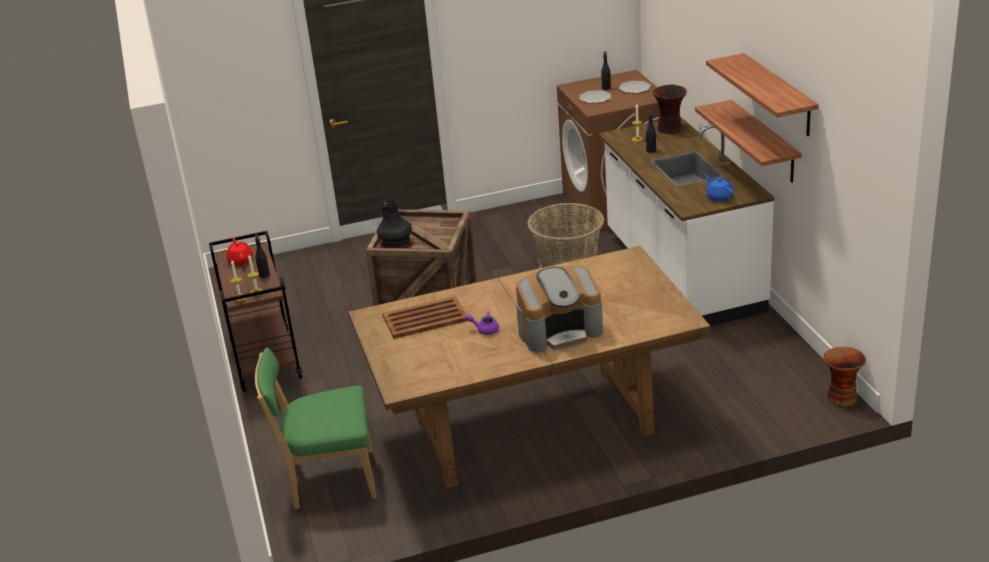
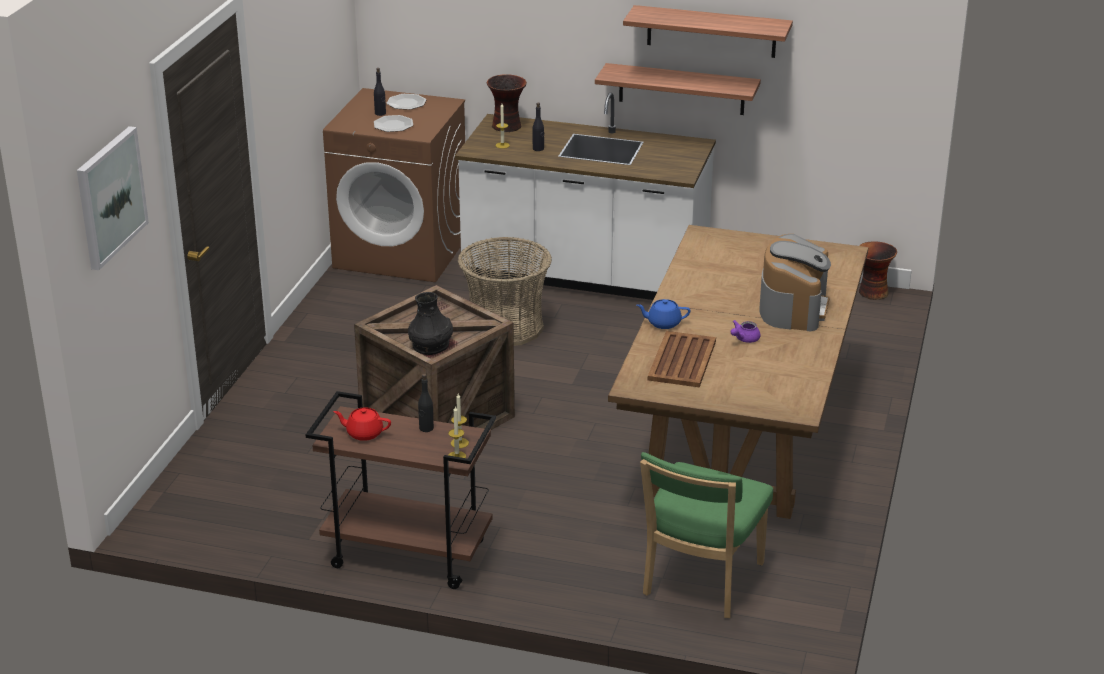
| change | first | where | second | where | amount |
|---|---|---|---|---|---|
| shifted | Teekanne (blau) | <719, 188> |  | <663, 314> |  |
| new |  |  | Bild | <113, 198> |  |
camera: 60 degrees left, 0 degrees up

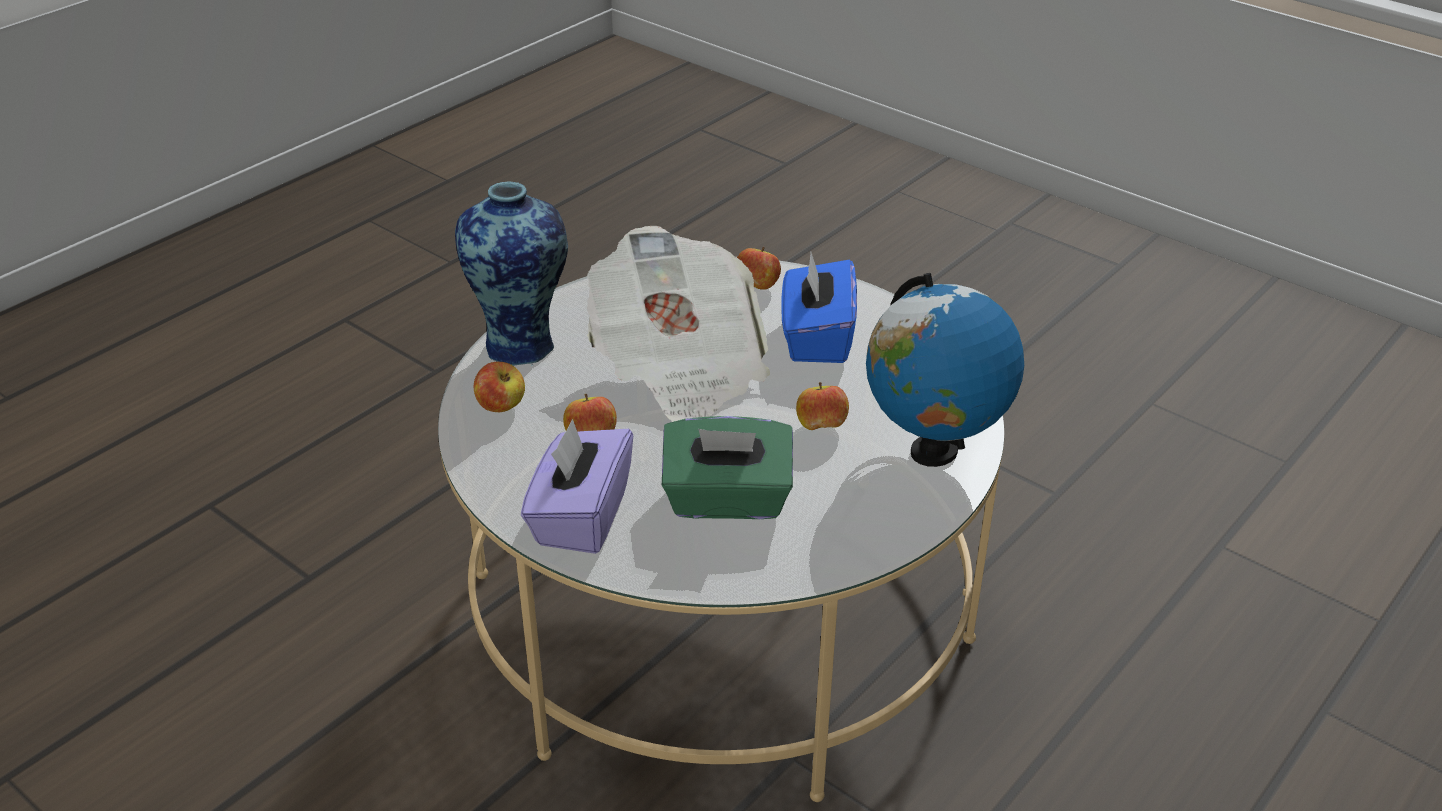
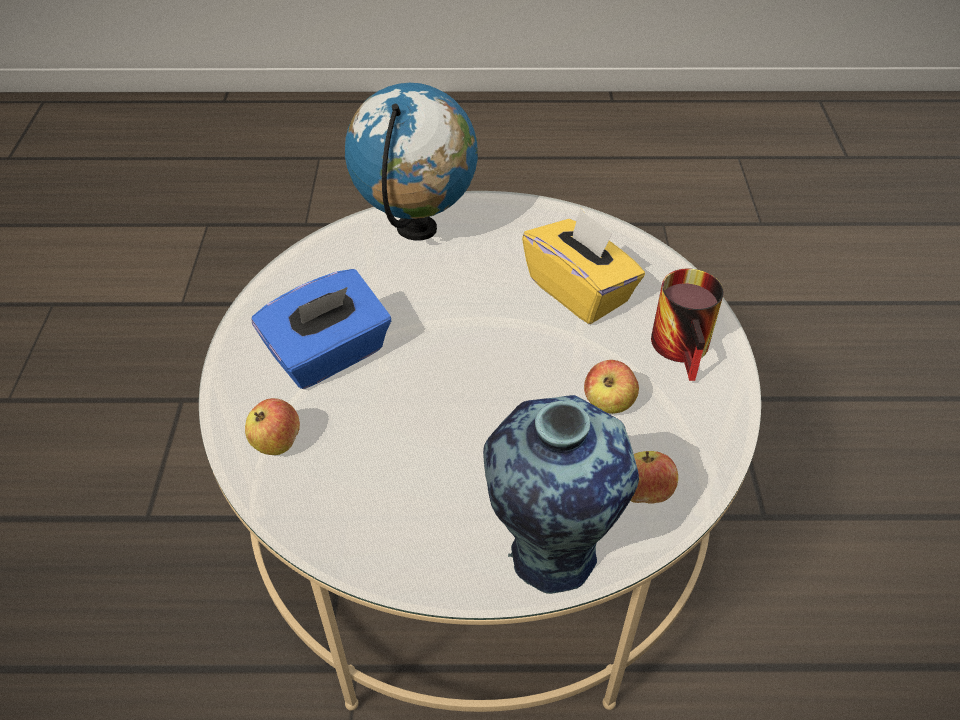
| change | first | where | second | where | amount |
|---|---|---|---|---|---|
| swapped | Taschentuchbox (lila) | <577, 486> | Henkelbecher | <687, 325> |  |
| gone | Zeitung | <678, 324> |  |  |  |
| repainted | Taschentuchbox (grün) | <727, 467> | Taschentuchbox (gelb) | <583, 266> |  |
| gone | Apfel | <822, 406> |  |  |  |
camera: 130 degrees left, 10 degrees up

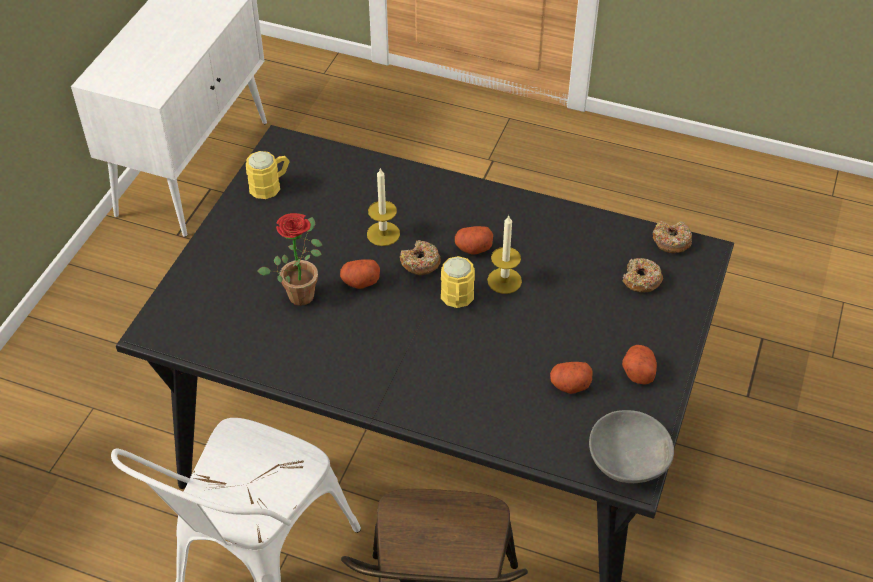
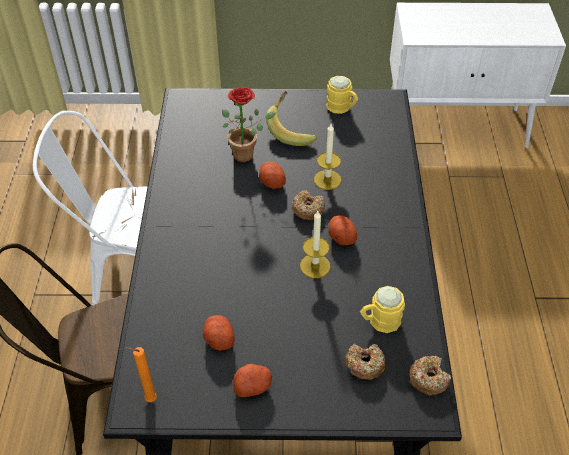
| change | first | where | second | where | amount |
|---|---|---|---|---|---|
| shifted | Henkelbecher (gelb) | <458, 282> |  | <382, 309> |  |
| swapped | Schüssel (grau) | <631, 446> | Kerze (orange) | <141, 374> |  |
| new |  |  | Banane | <291, 118> |  |
camera: 70 degrees right, 0 degrees up

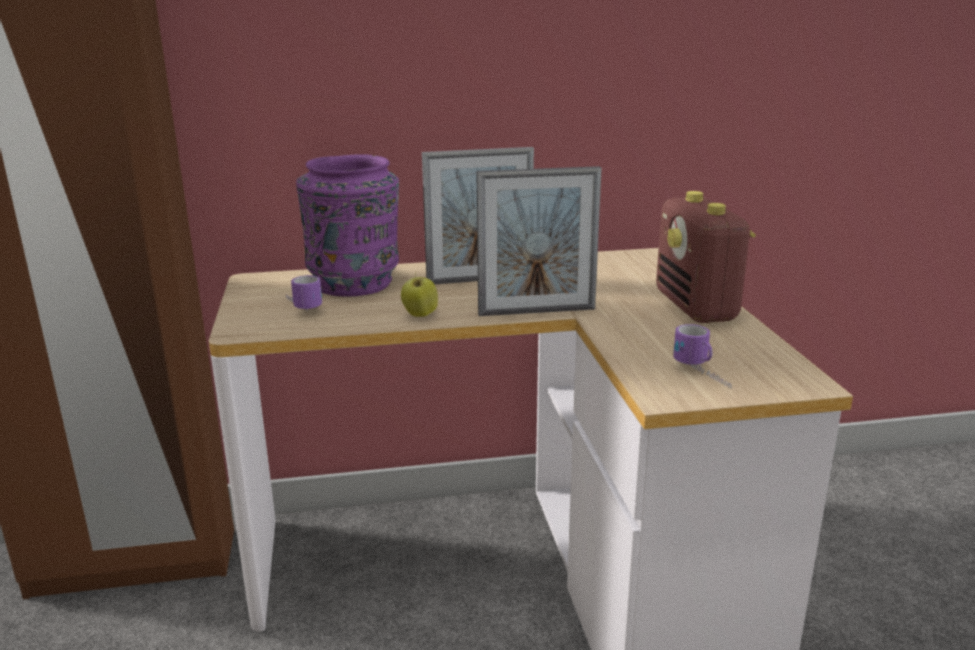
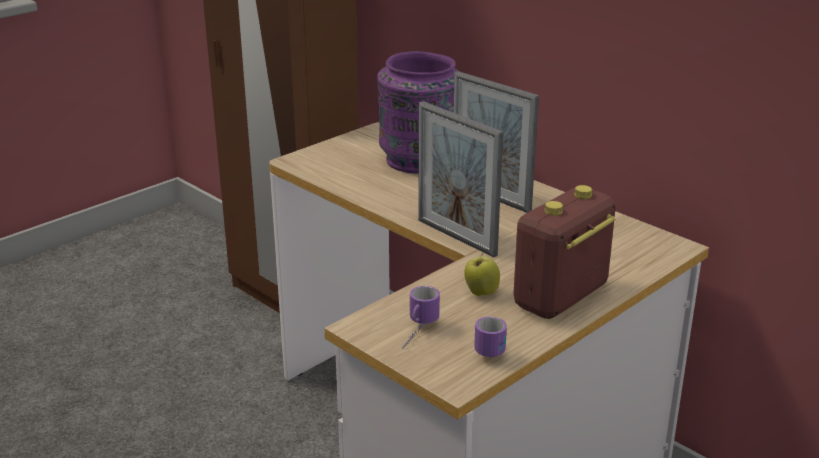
| change | first | where | second | where | amount |
|---|---|---|---|---|---|
| shifted | Henkelbecher | <304, 293> |  | <490, 337> |  |
| shifted | Apfel | <419, 294> |  | <482, 274> |  |
camera: 55 degrees right, 5 degrees up

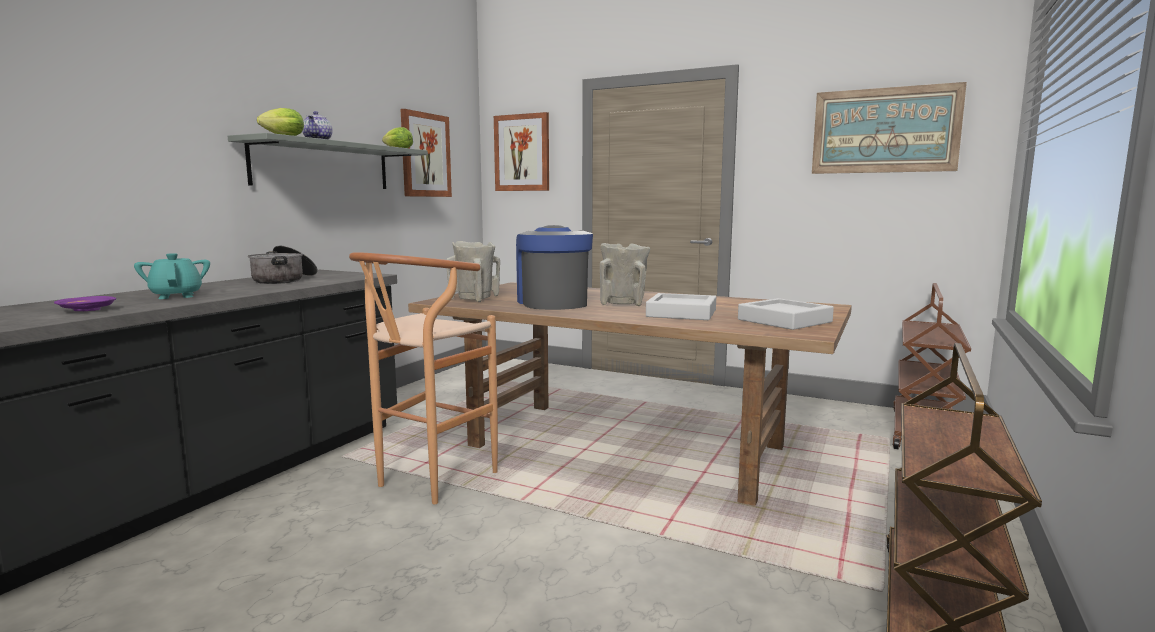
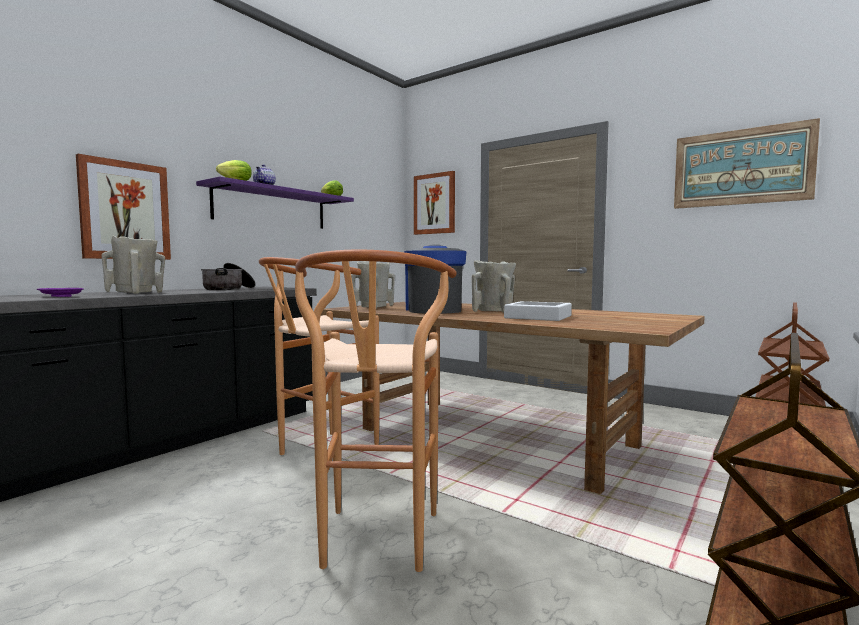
| change | first | where | second | where | amount |
|---|---|---|---|---|---|
| swapped | Teekanne (türkis) | <172, 276> | Vase (beige) | <133, 265> |  |
| repainted | Wandregal (grau) | <328, 161> | Wandregal (lila) | <275, 202> |  |
| shifted | Bild | <426, 153> |  | <123, 207> |  |
| gone | Tablett (grau) | <786, 314> |  |  |  |
| new |  |  | Hocker (braun) | <376, 411> |  |
camera: 10 degrees right, 5 degrees down

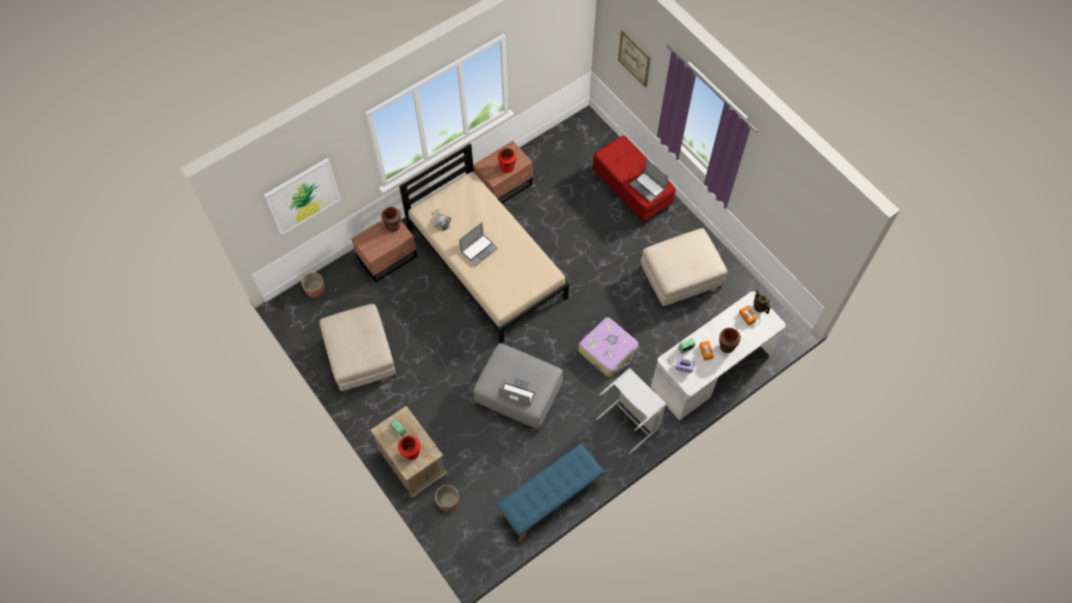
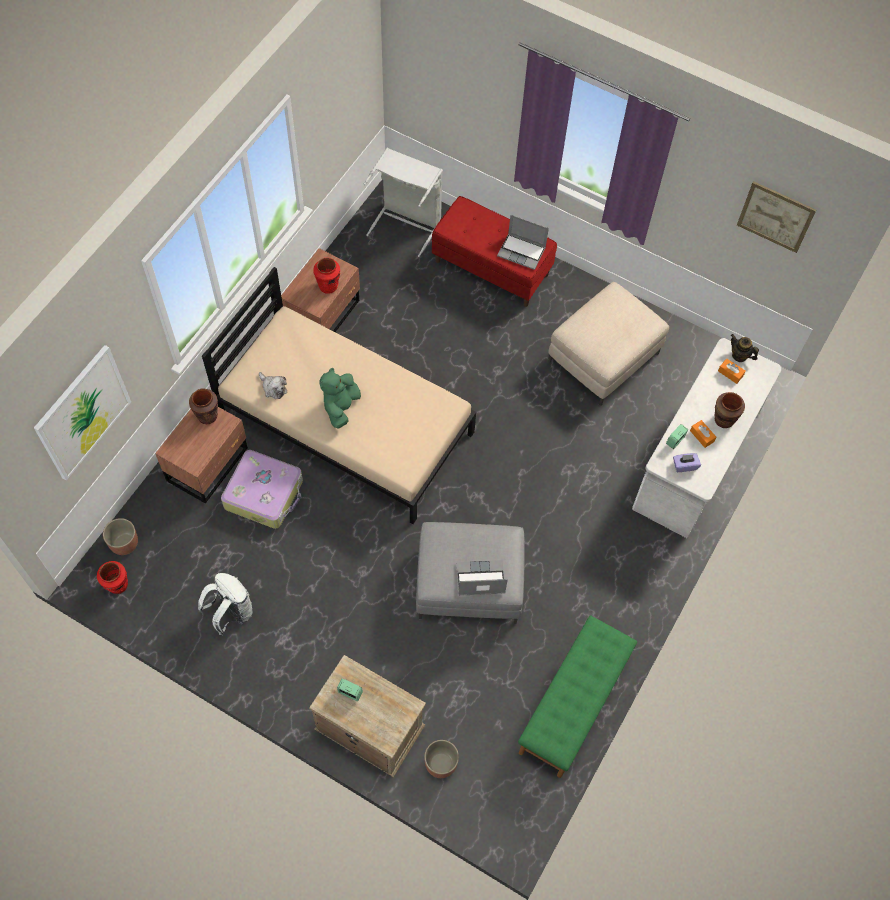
| change | first | where | second | where | amount |
|---|---|---|---|---|---|
| swapped | Polsterhocker (beige) | <357, 349> | Rucksack (weiß) | <225, 604> |  |
| shifted | Vase (rot) | <409, 447> |  | <112, 577> |  |
| swapped | Laptop | <478, 244> | Plüschtier (grün) | <340, 398> |  |
| repainted | Bank (blau) | <550, 493> | Bank (grün) | <577, 697> |  |
| shifted | Koffer | <608, 347> |  | <262, 489> |  |
| shifted | Wäschekorb (grau) | <631, 411> |  | <403, 202> |  |
| shifted | Bild | <634, 59> |  | <776, 217> |  |
camera: 25 degrees left, 0 degrees up

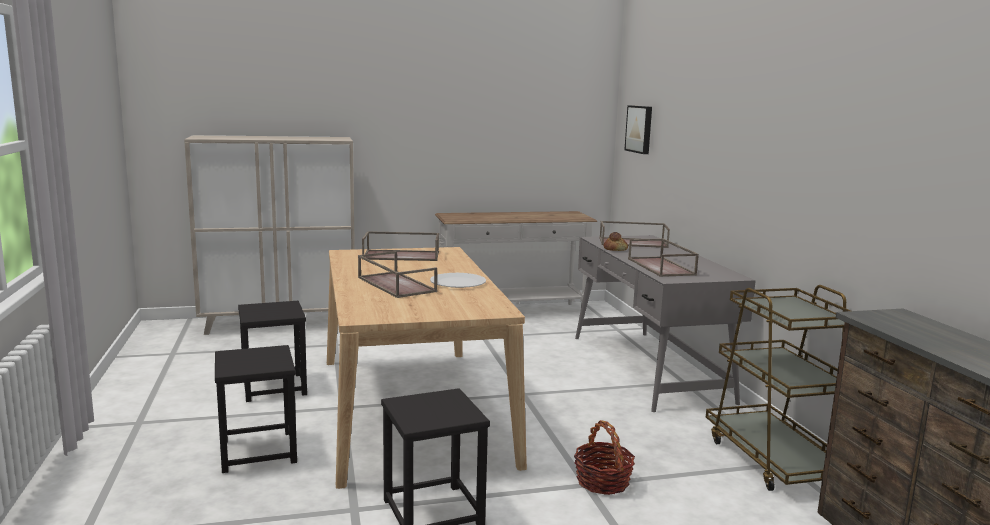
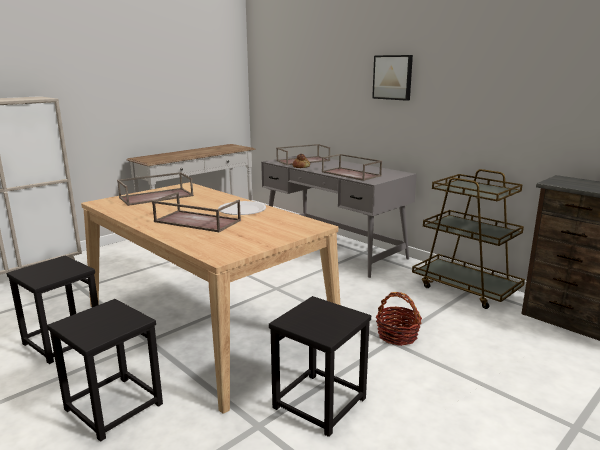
| change | first | where | second | where | amount |
|---|---|---|---|---|---|
| shifted | Bild | <638, 129> |  | <392, 78> |  |
camera: 30 degrees left, 5 degrees up

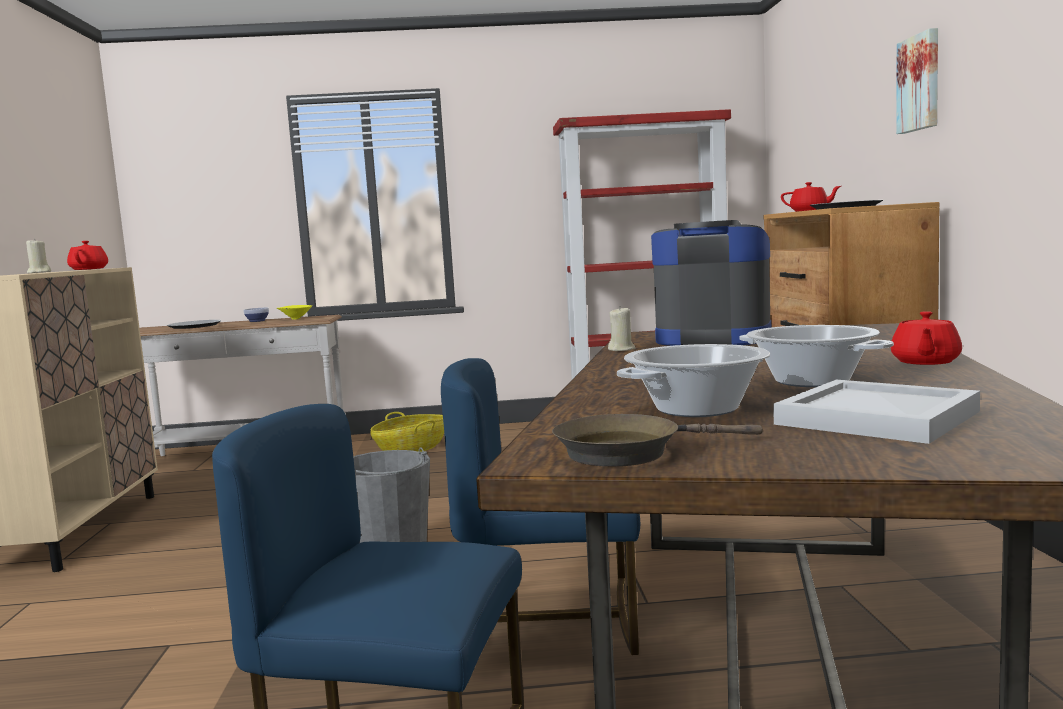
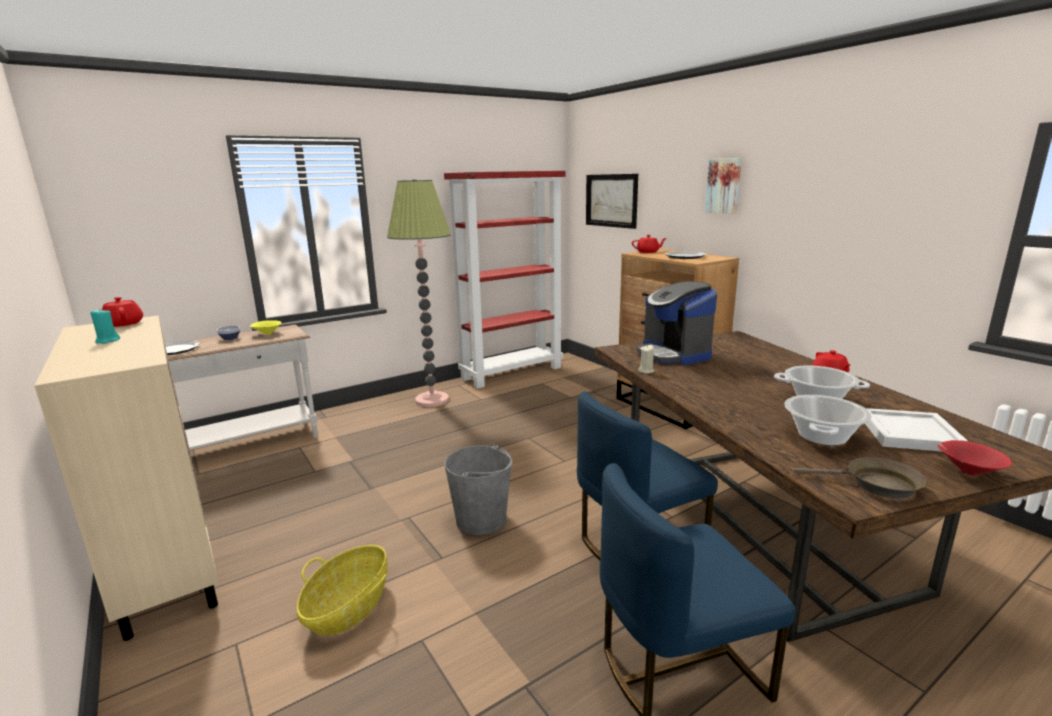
| change | first | where | second | where | amount |
|---|---|---|---|---|---|
| repainted | Kerze (beige) | <38, 255> | Kerze (türkis) | <105, 326> |  |
| shifted | Korb | <407, 432> |  | <342, 590> |  |
| rotated | Pfanne (braun) | <657, 440> |  | <860, 478> | 120 degrees counterclockwise |
| rotated | Kaffeemaschine | <711, 283> |  | <677, 323> | 105 degrees counterclockwise |
| new |  |  | Stehlampe | <419, 293> |  |
| new |  |  | Bild | <612, 201> |  |
| new |  |  | Schüssel (rot) | <975, 458> |  |
camera: 30 degrees left, 10 degrees up

